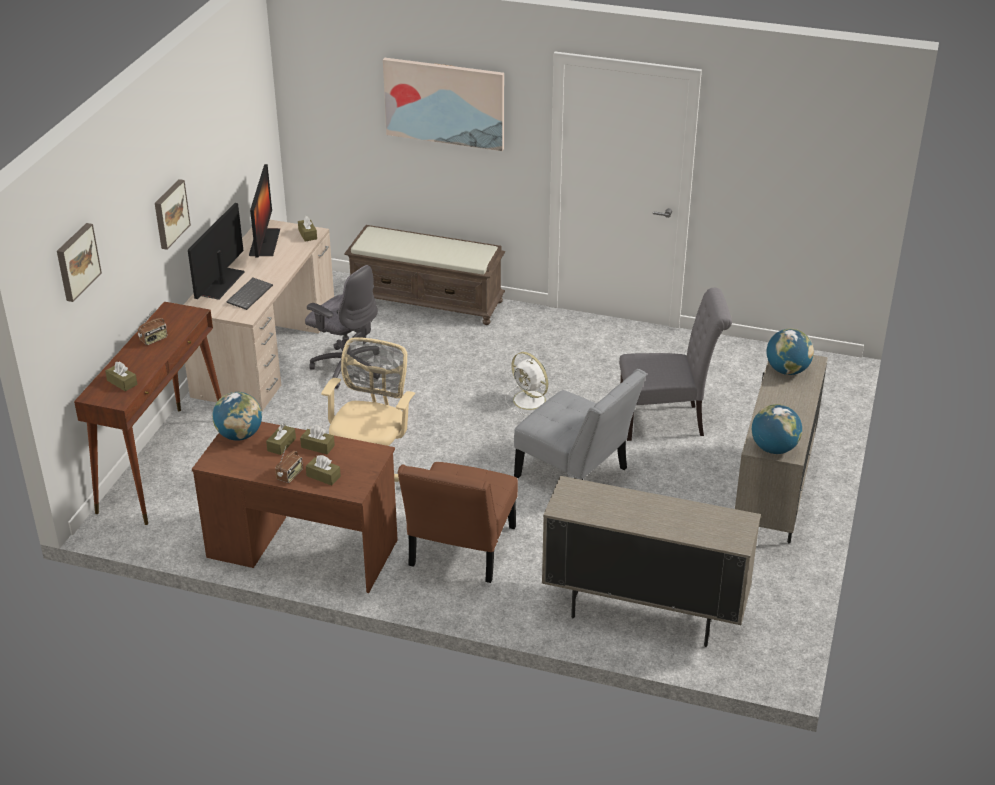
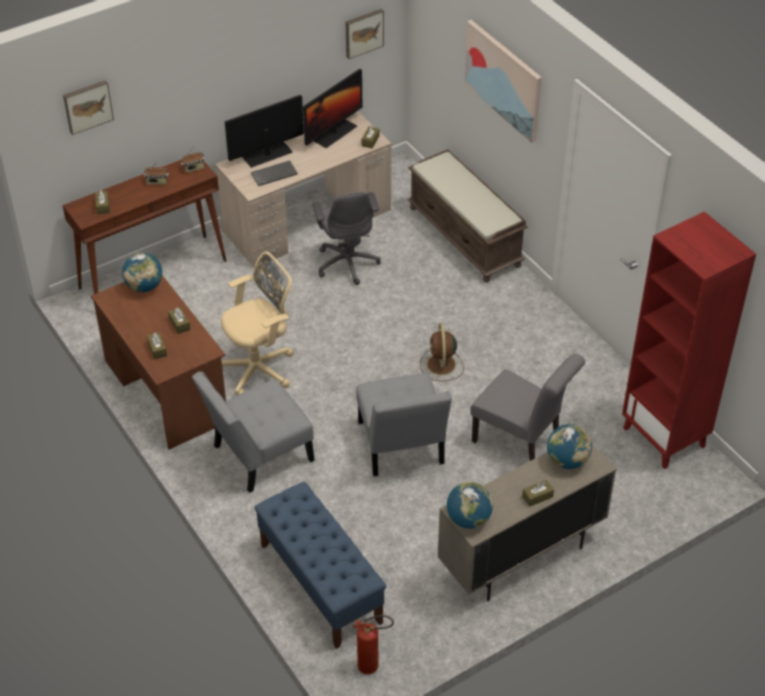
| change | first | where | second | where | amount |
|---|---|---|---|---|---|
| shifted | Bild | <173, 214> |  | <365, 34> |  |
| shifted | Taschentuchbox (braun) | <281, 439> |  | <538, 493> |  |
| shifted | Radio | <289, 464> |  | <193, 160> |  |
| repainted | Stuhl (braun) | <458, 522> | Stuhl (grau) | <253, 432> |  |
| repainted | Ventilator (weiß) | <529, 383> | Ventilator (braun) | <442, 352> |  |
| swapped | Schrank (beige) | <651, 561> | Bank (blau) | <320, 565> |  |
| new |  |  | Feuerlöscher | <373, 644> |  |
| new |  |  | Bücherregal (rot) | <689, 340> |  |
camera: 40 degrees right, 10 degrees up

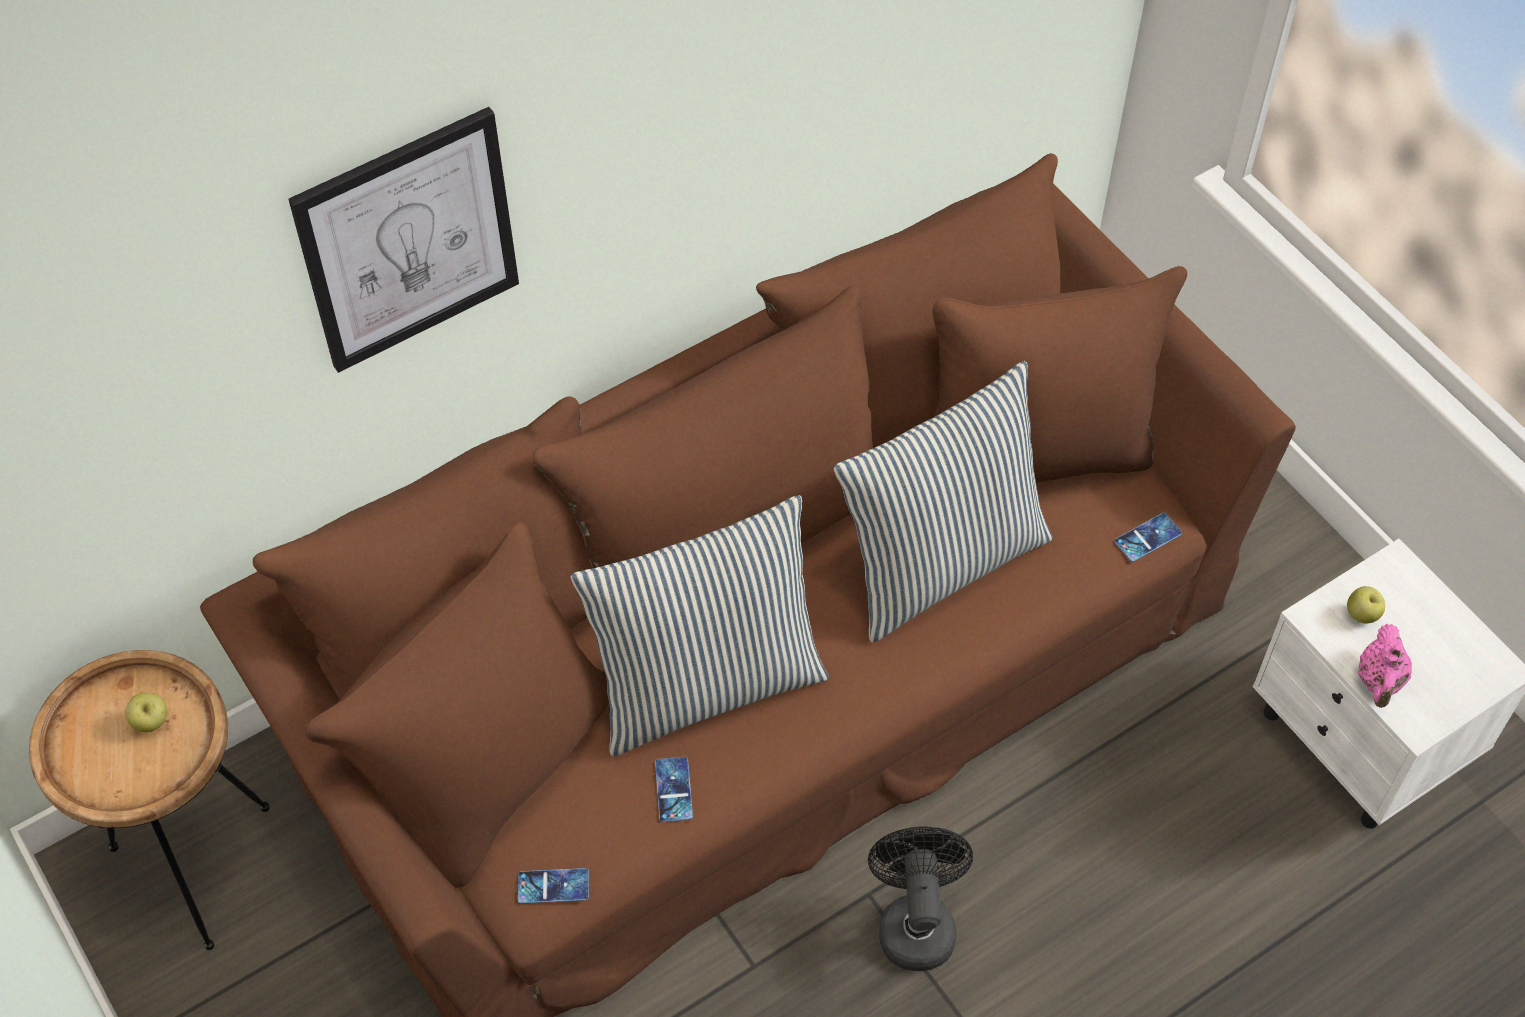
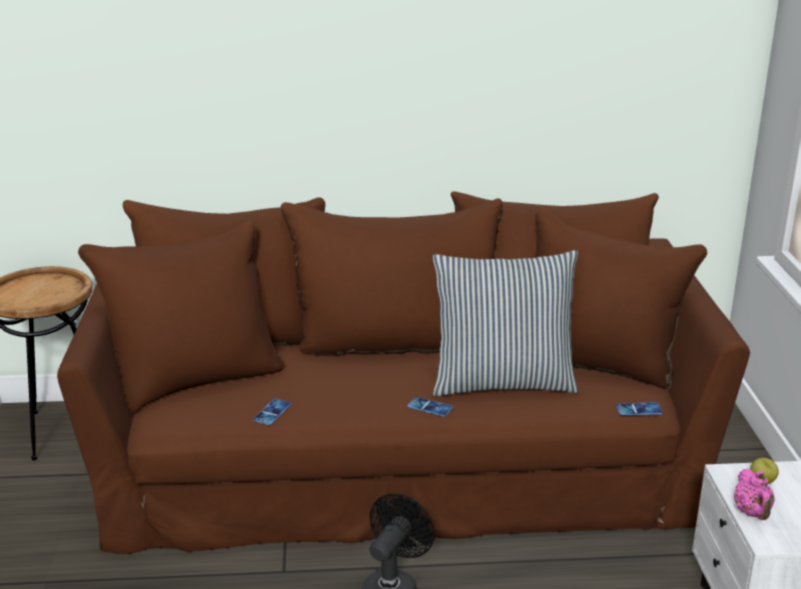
| change | first | where | second | where | amount |
|---|---|---|---|---|---|
| gone | Apfel | <146, 712> |  |  |  |
| gone | Bild | <403, 240> |  |  |  |
| shifted | Handy | <553, 886> |  | <430, 407> |  |
| gone | Kissen | <700, 625> |  |  |  |
| rotated | Teekanne (rosa) | <1385, 666> |  | <754, 494> | 45 degrees counterclockwise |
camera: 30 degrees right, 30 degrees down

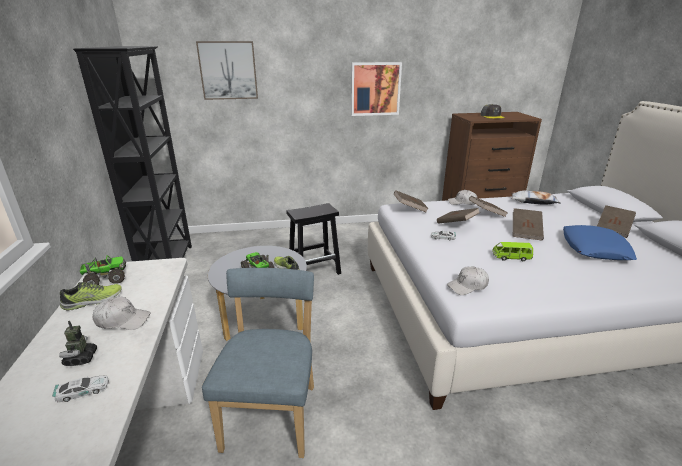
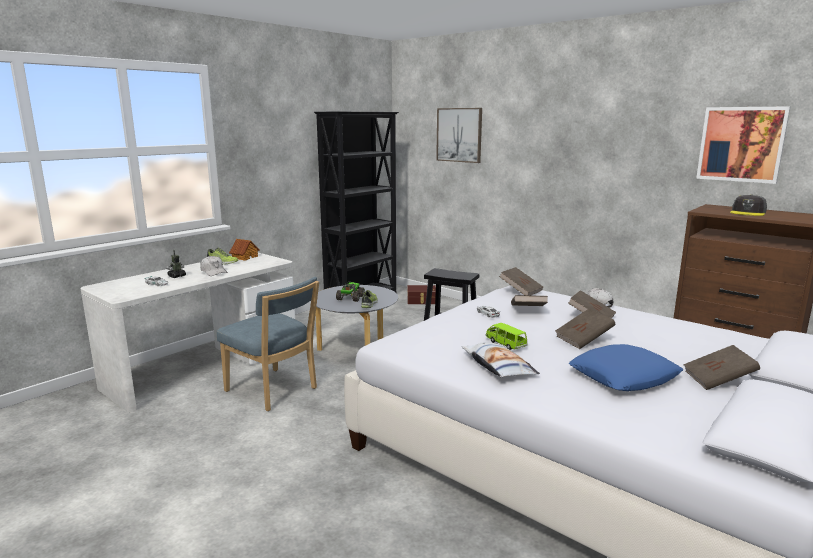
| change | first | where | second | where | amount |
|---|---|---|---|---|---|
| swapped | Spielzeuglaster | <103, 270> | Spielzeughaus | <244, 250> |  |
| rotated | Stuhl (blau) | <258, 363> |  | <268, 344> | 75 degrees clockwise |
| shifted | Bild | <376, 89> |  | <743, 145> |  |
| gone | Kappe (weiß) | <468, 280> |  |  |  |
| shifted | Kissen | <535, 198> |  | <501, 359> |  |
| new |  |  | Aufbewahrungsbox (braun) | <421, 294> |  |
camera: 50 degrees right, 10 degrees down

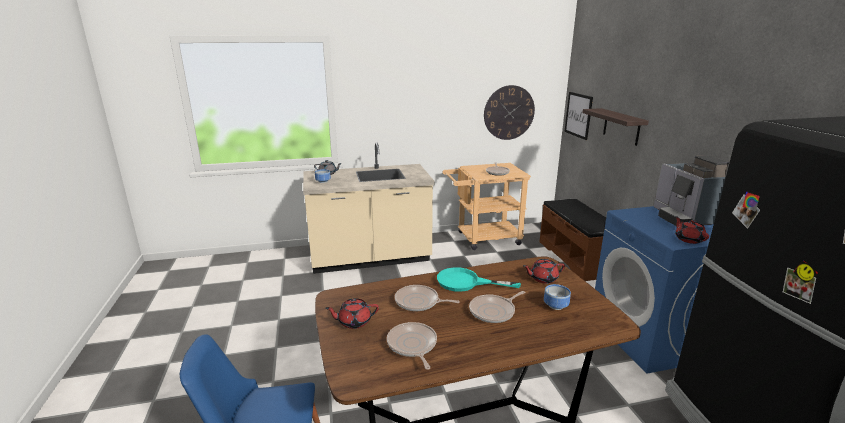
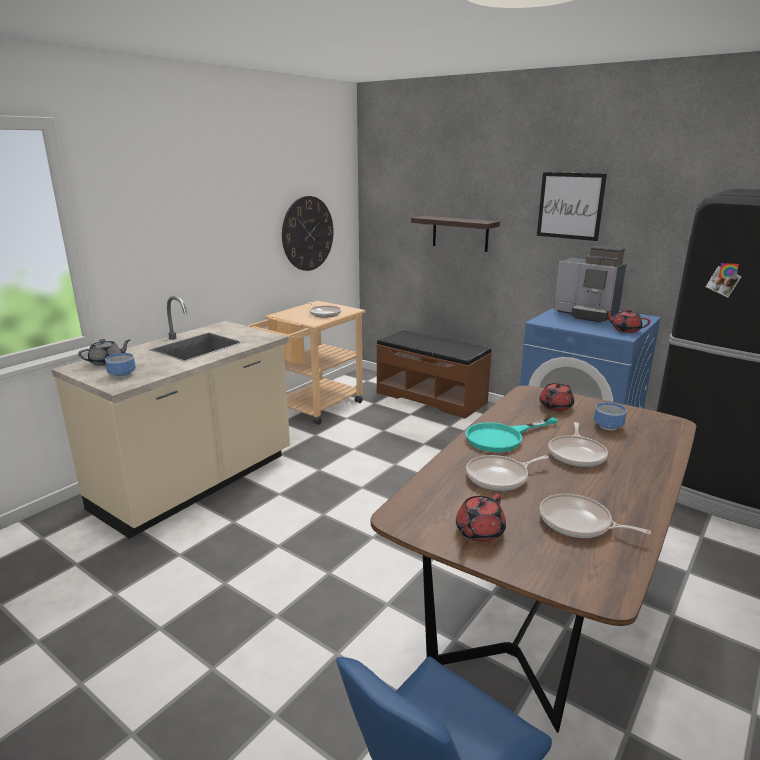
| change | first | where | second | where | amount |
|---|---|---|---|---|---|
| shifted | Bild | <578, 116> |  | <572, 206> |  |
camera: 40 degrees left, 0 degrees up

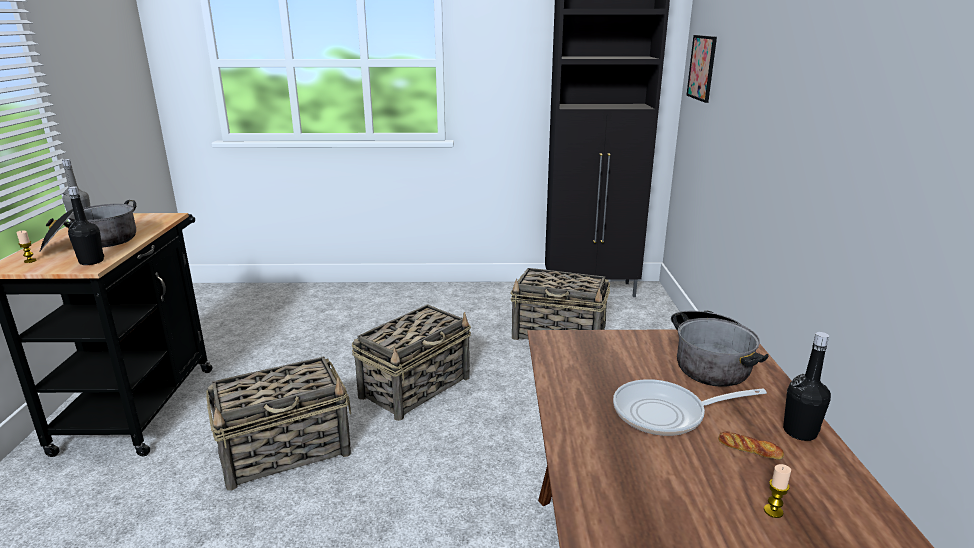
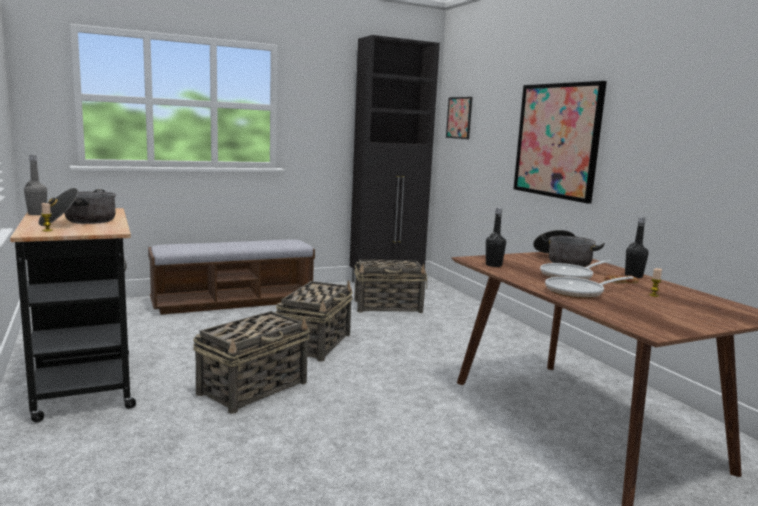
| change | first | where | second | where | amount |
|---|---|---|---|---|---|
| shifted | Flasche (schwarz) | <86, 225> |  | <496, 237> |  |
| new |  |  | Bank | <231, 277> |  |
| new |  |  | Bild | <560, 142> |  |
| new |  |  | Pfanne | <589, 287> |  |
camera: 25 degrees left, 10 degrees down

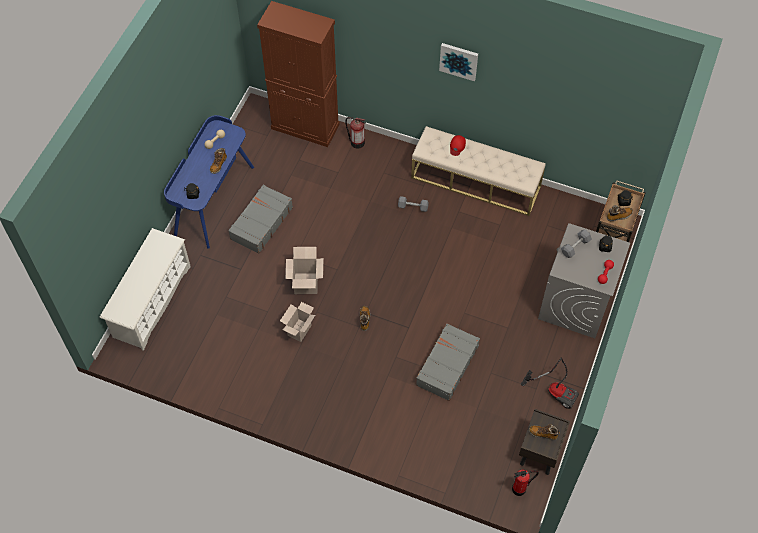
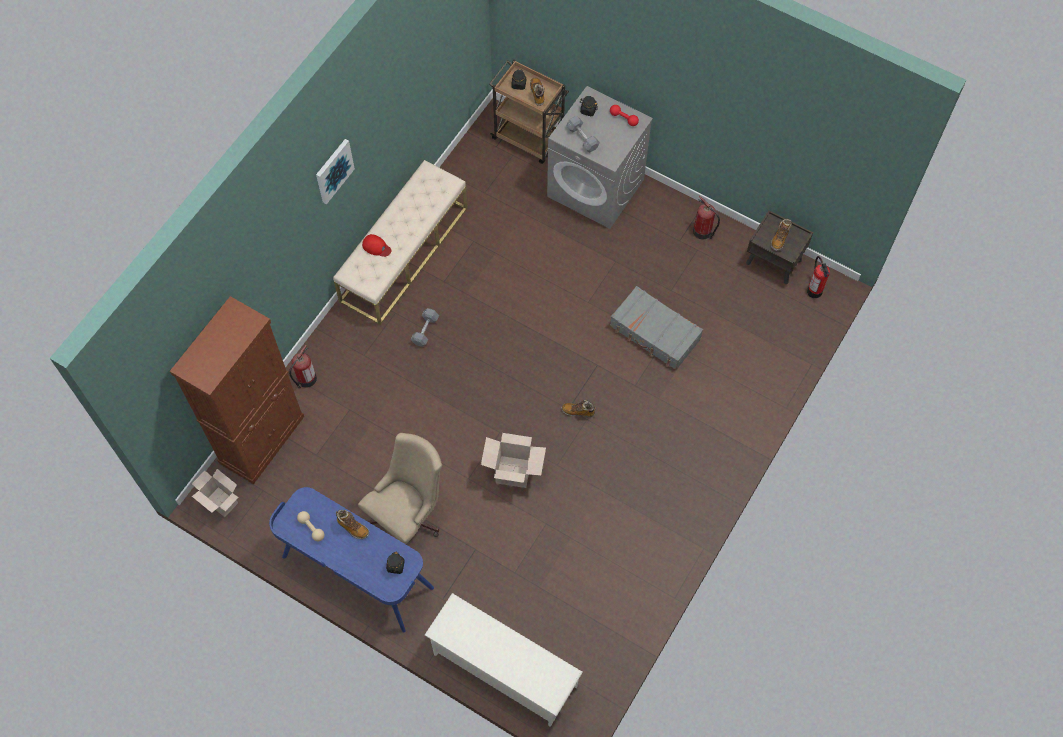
| change | first | where | second | where | amount |
|---|---|---|---|---|---|
| swapped | Koffer (grau) | <260, 219> | Bürostuhl (beige) | <400, 488> |  |
| shifted | Karton | <297, 322> |  | <215, 493> |  |
| swapped | Staubsauger | <549, 383> | Feuerlöscher | <706, 218> |  |
camera: 80 degrees left, 5 degrees up

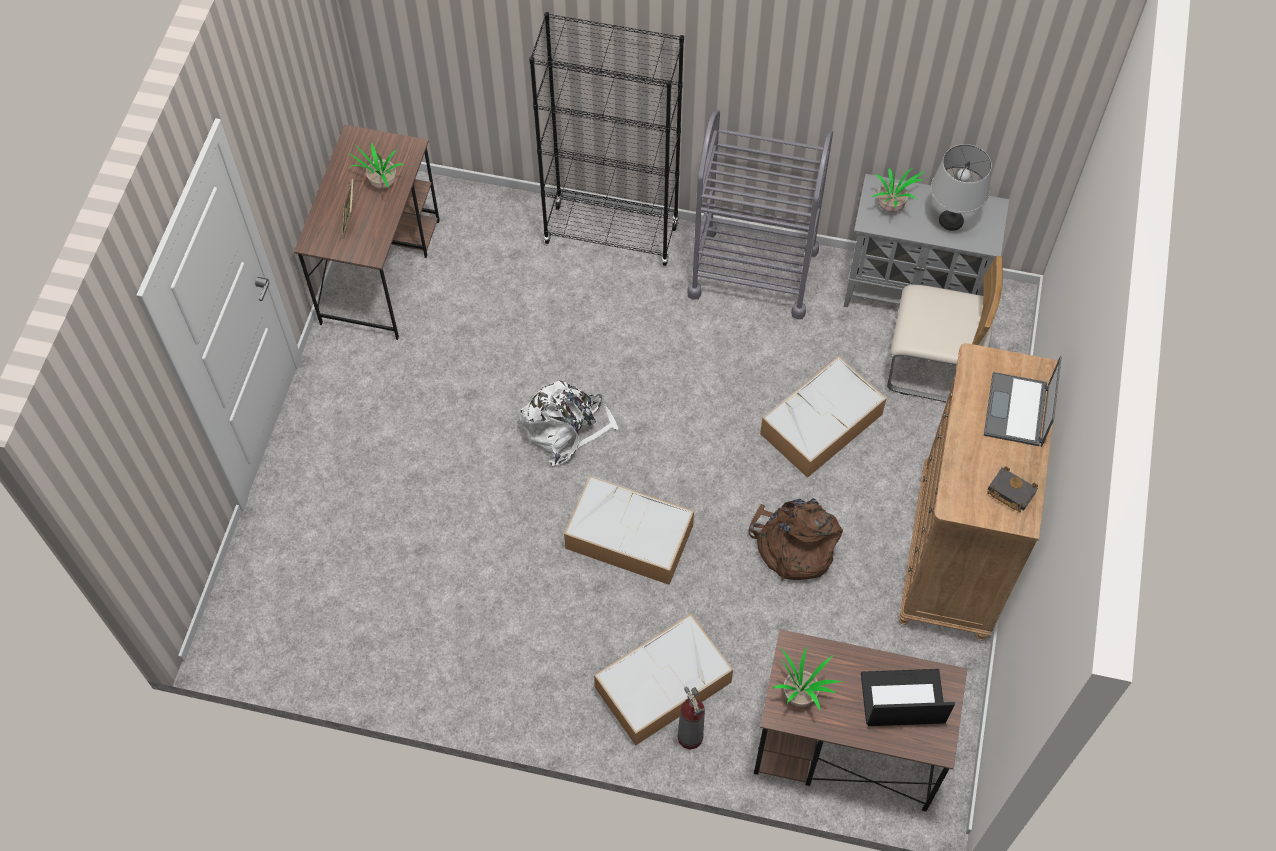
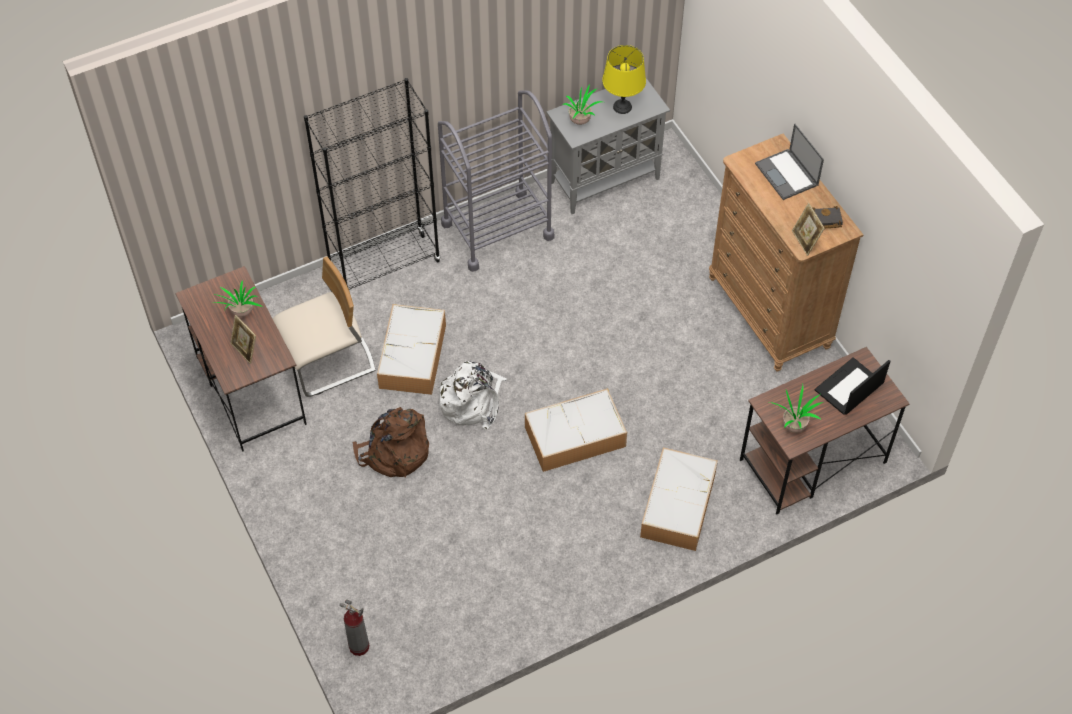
| change | first | where | second | where | amount |
|---|---|---|---|---|---|
| shifted | Feuerlöscher | <691, 717> |  | <354, 627> |  |
| shifted | Rucksack (braun) | <796, 539> |  | <390, 442> |  |
| shifted | Aufbewahrungsbox | <823, 417> |  | <411, 349> |  |
| shifted | Stuhl (beige) | <945, 329> |  | <324, 326> |  |
| repainted | Tischlampe (grau) | <961, 187> | Tischlampe (gelb) | <624, 79> |  |
| new |  |  | Bilderrahmen | <808, 229> |  |
camera: 40 degrees left, 5 degrees down

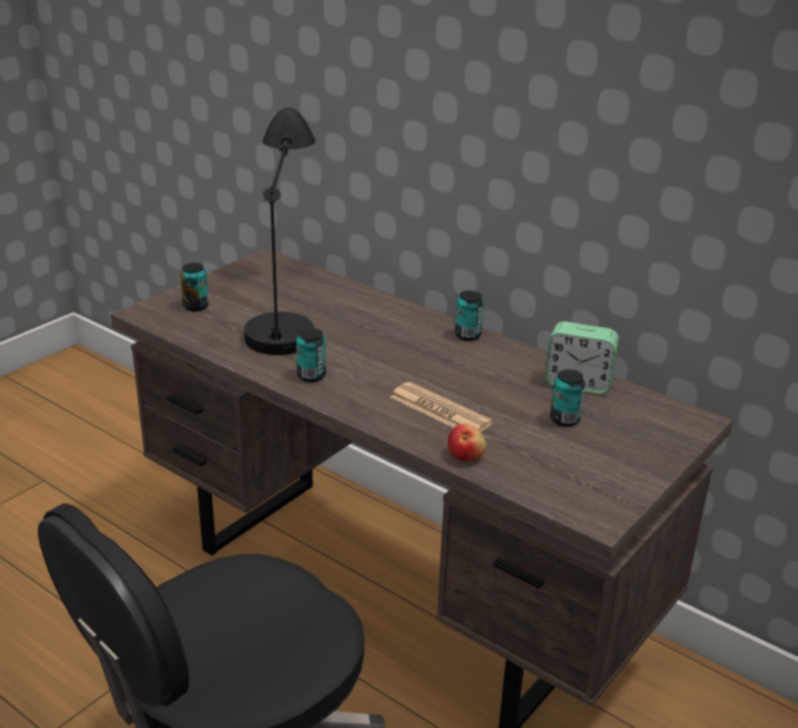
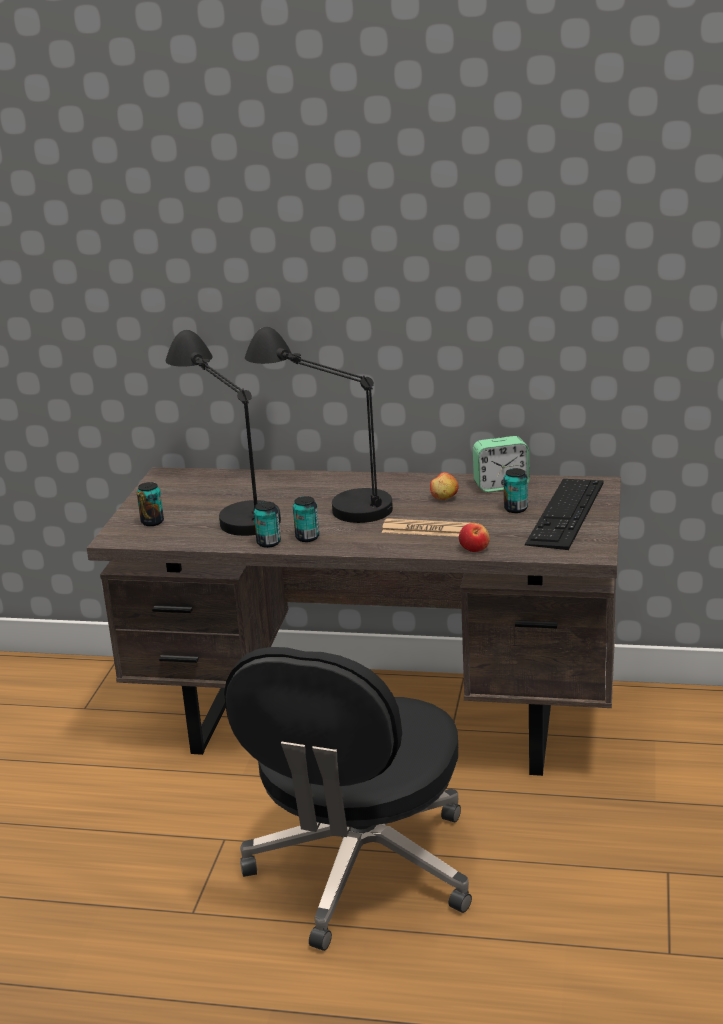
| change | first | where | second | where | amount |
|---|---|---|---|---|---|
| shifted | Dose | <469, 315> |  | <267, 524> |  |
| new |  |  | Tischlampe (schwarz) | <319, 425> |  |
| new |  |  | Apfel | <444, 486> |  |
| new |  |  | Tastatur | <564, 514> |  |
camera: 25 degrees left, 5 degrees down

